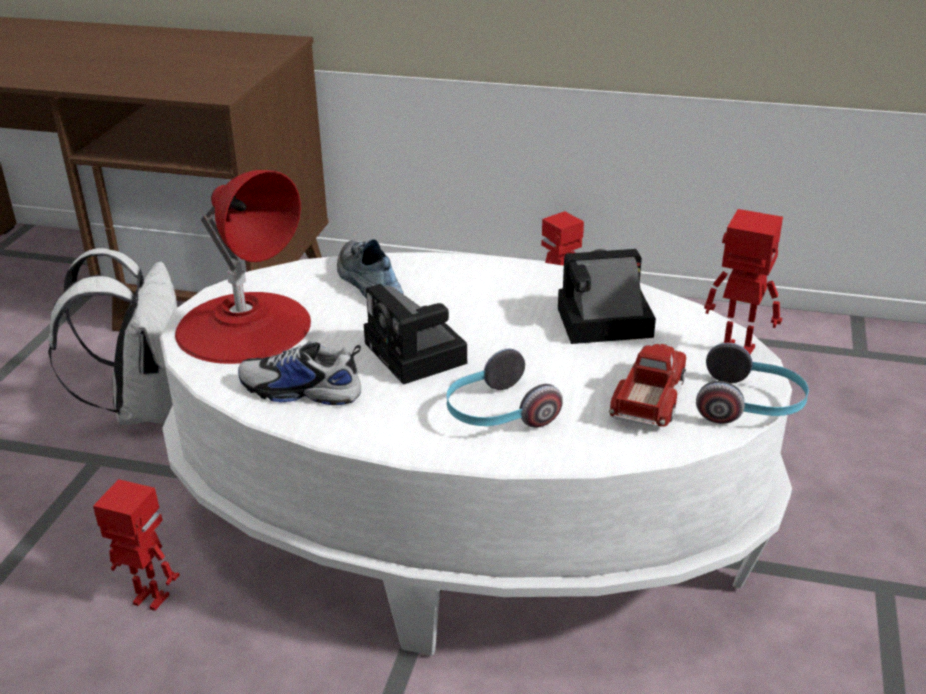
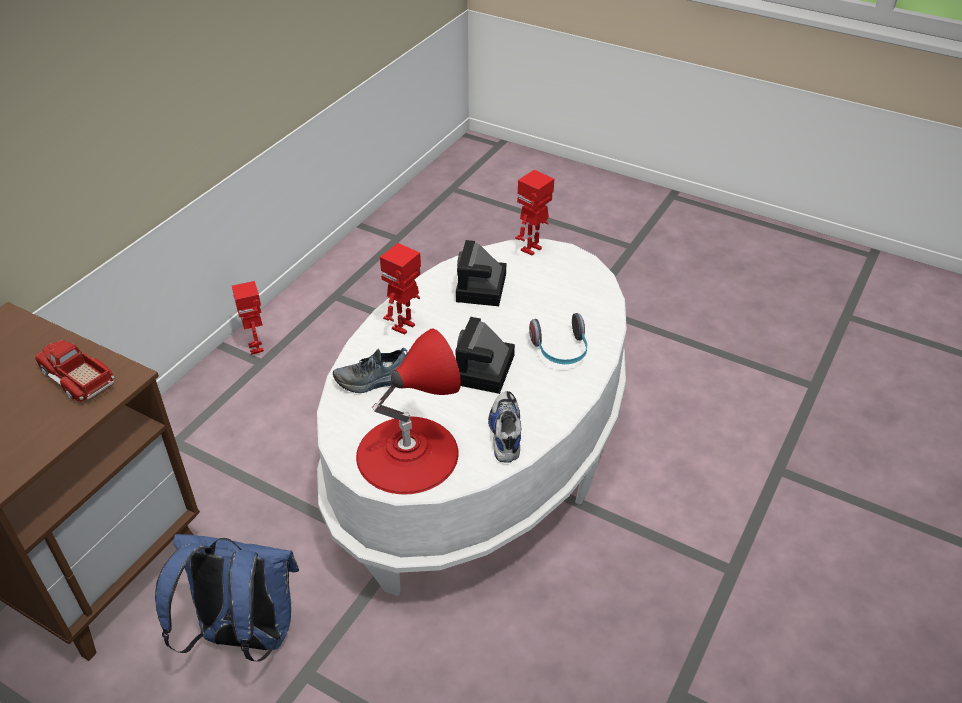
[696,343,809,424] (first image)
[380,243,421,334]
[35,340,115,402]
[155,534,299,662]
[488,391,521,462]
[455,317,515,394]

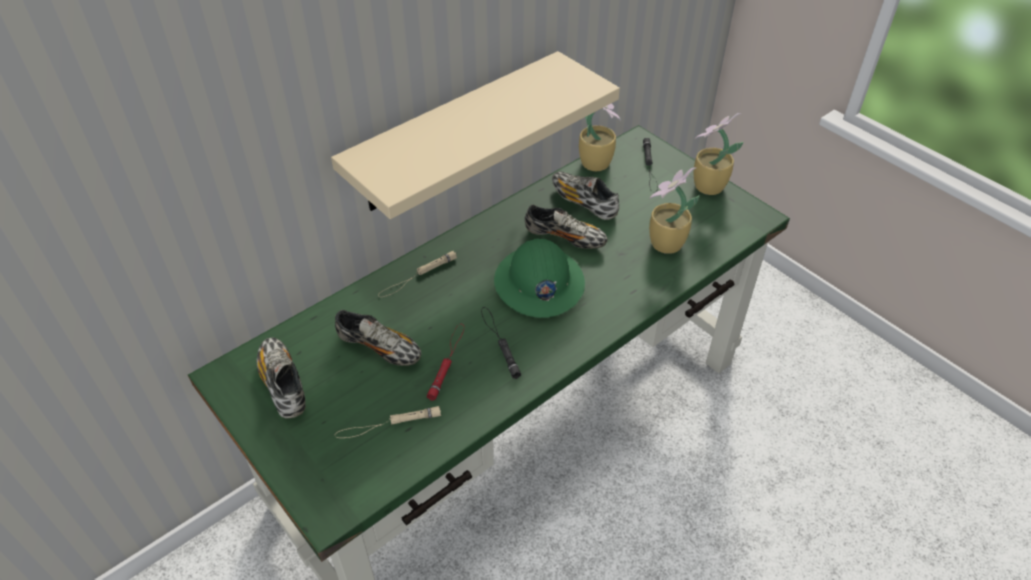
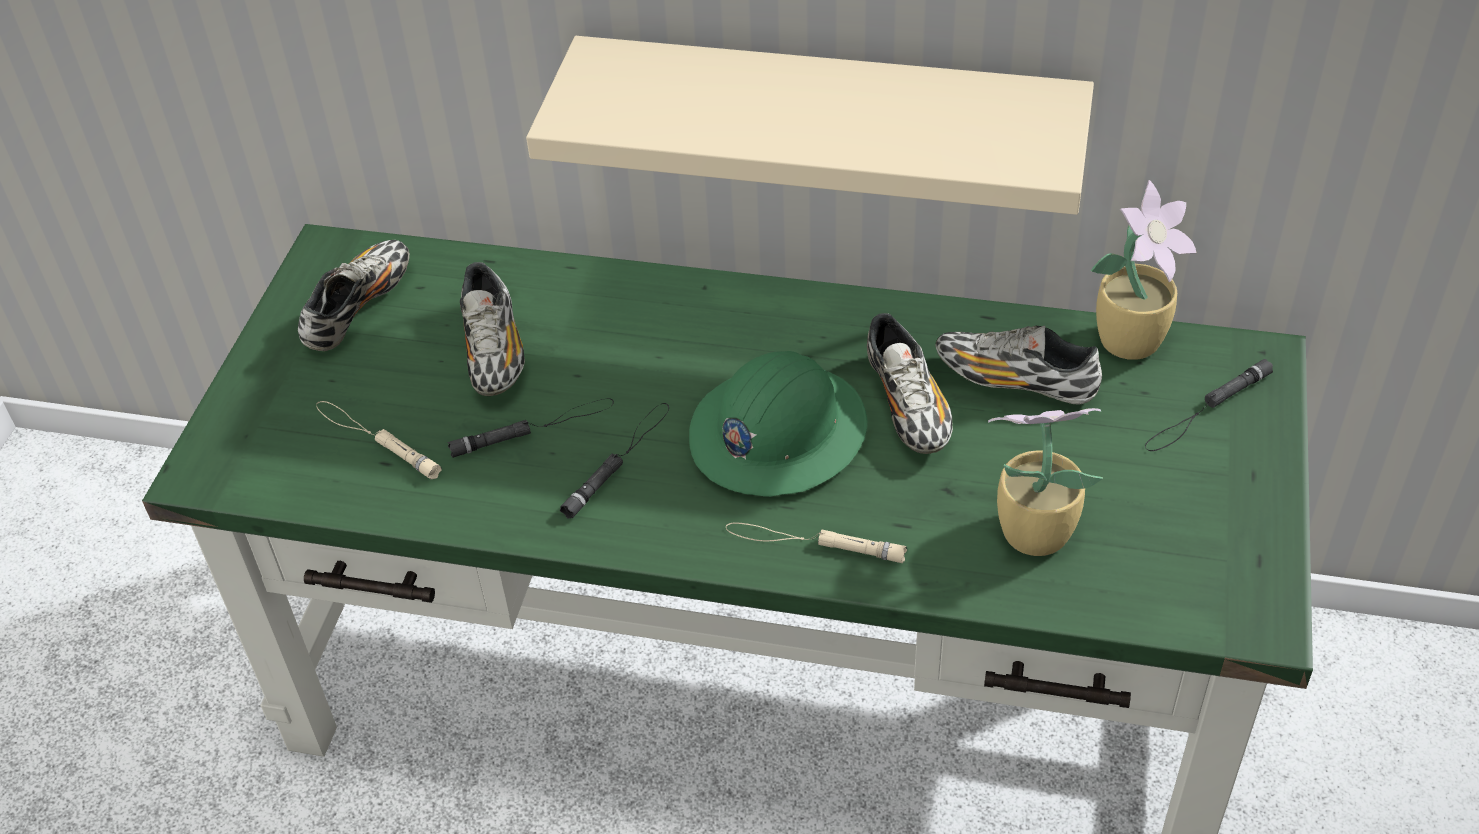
[694,113,744,195] (first image)
[726,522,907,563]
[447,399,614,458]
[935,326,1102,405]

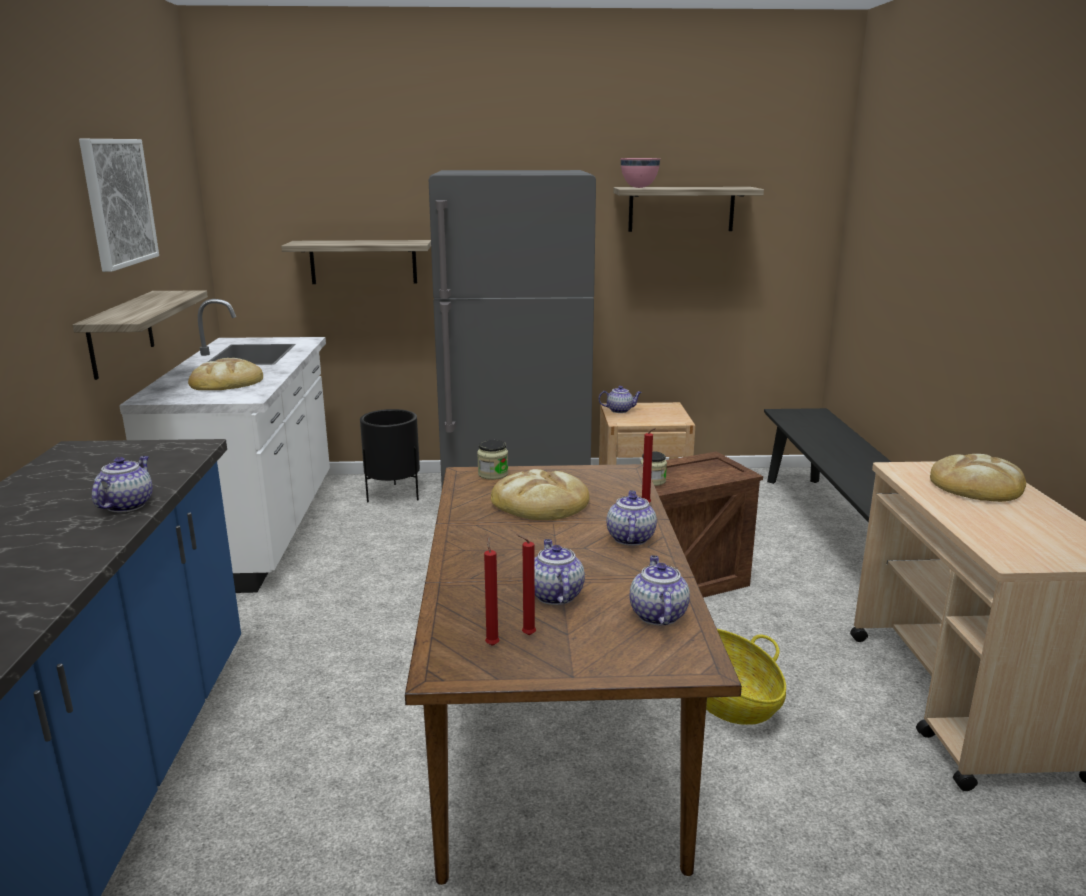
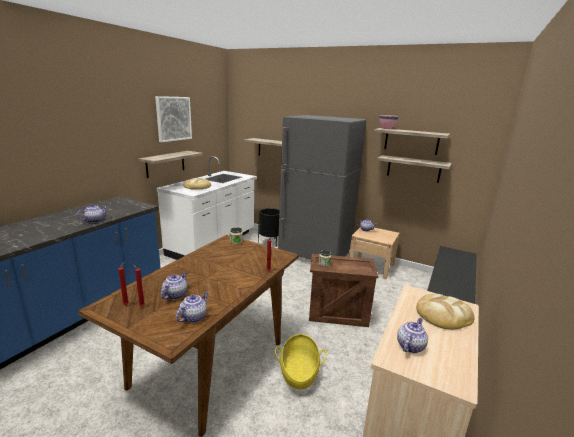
[491,469,589,520] (first image)
[377,155,452,183]
[397,318,428,353]

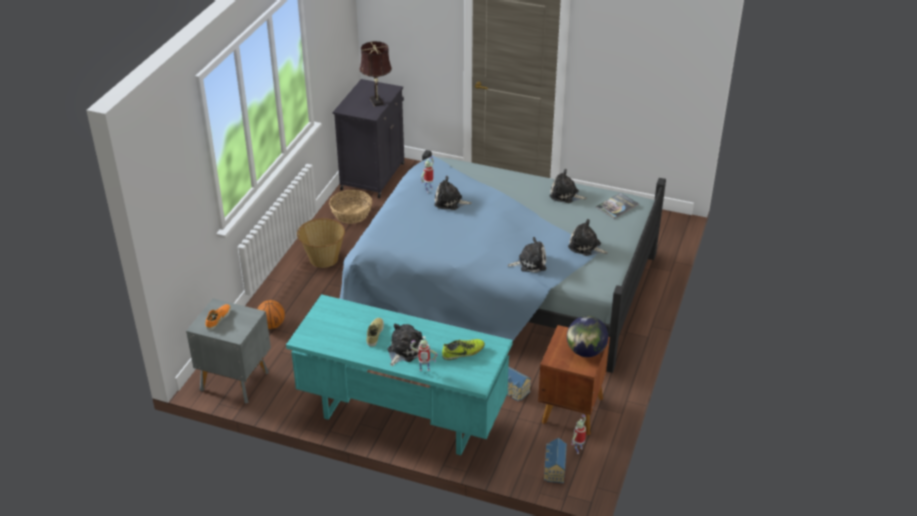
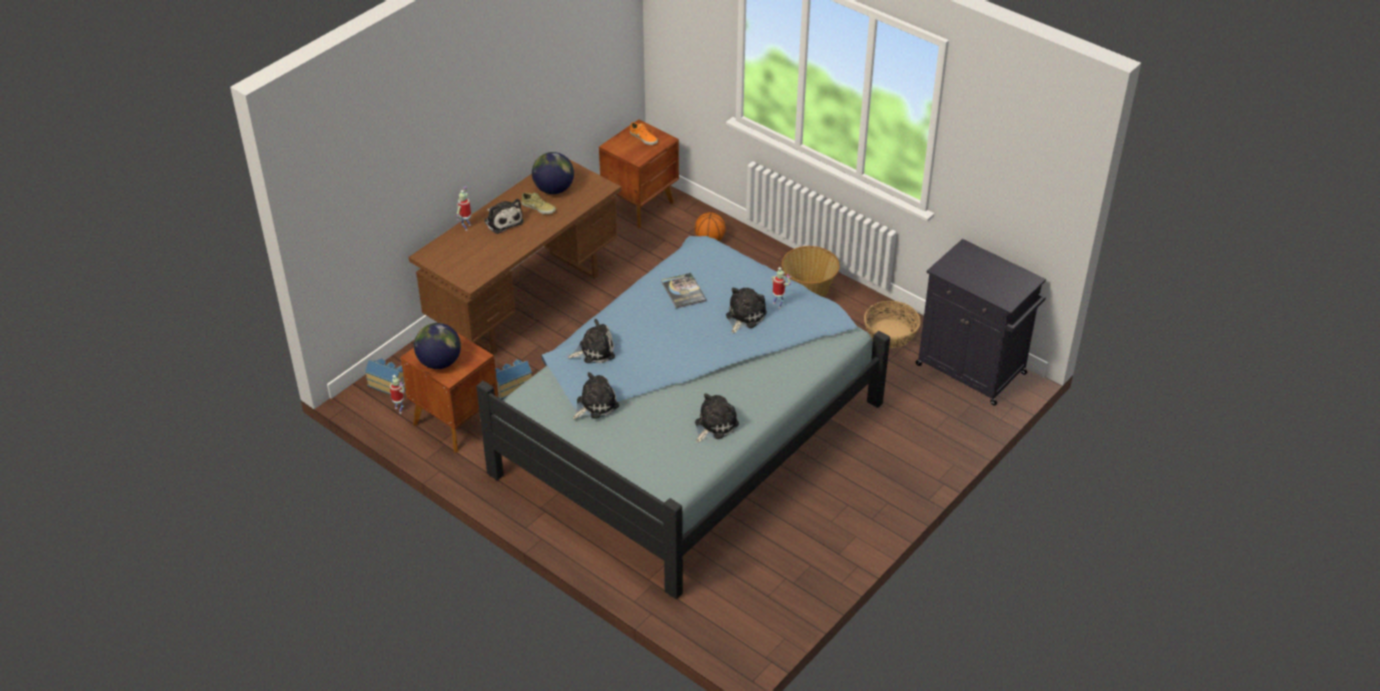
[360,41,392,107] (first image)
[442,339,485,360] (first image)
[532,152,574,194]
[661,273,707,309]
[599,119,679,228]
[409,159,621,355]
[567,319,615,363]

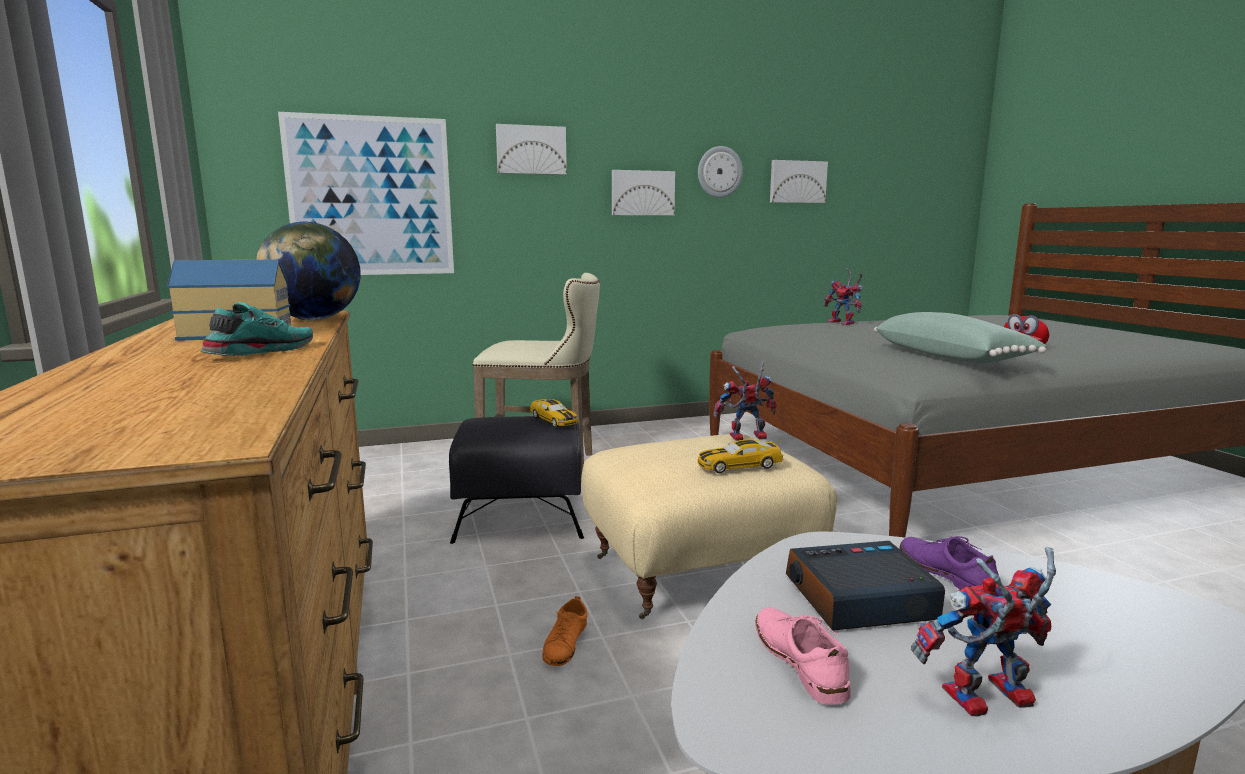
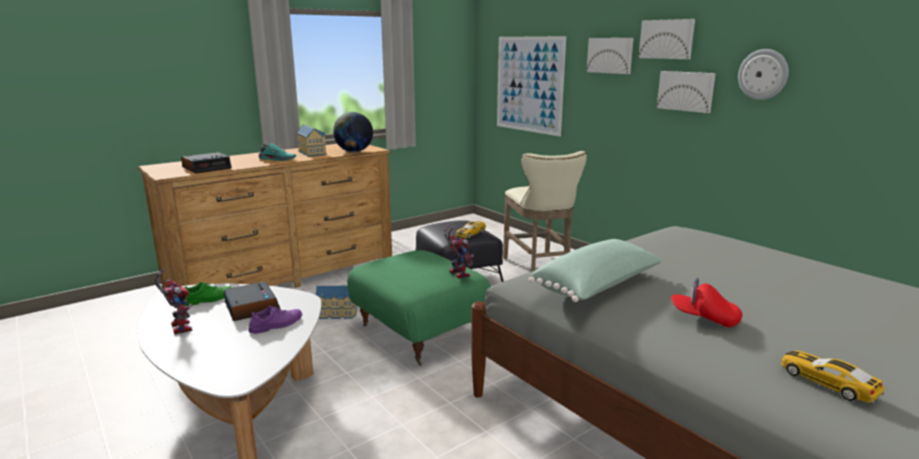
[823,268,863,325] (first image)
[181,152,232,174]
[781,351,885,403]
[639,19,695,59]
[316,286,358,319]
[347,250,491,366]
[184,282,232,306]

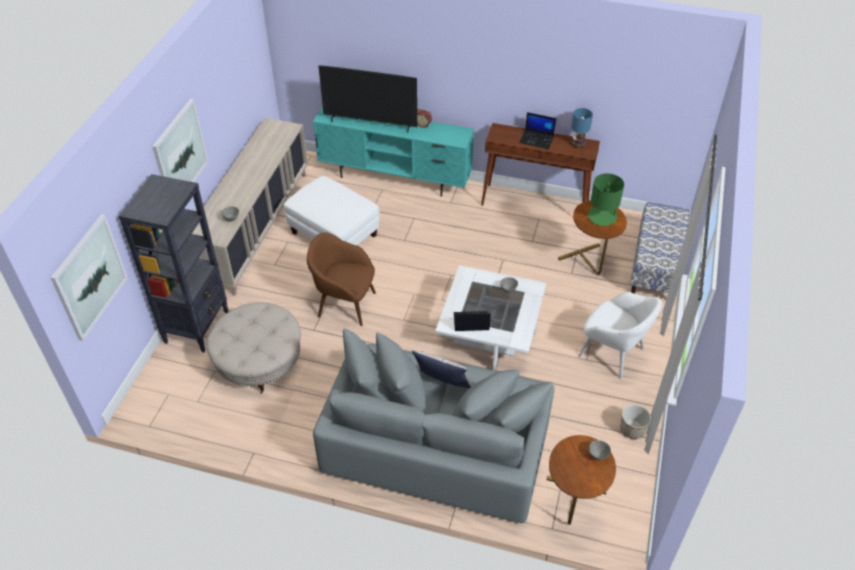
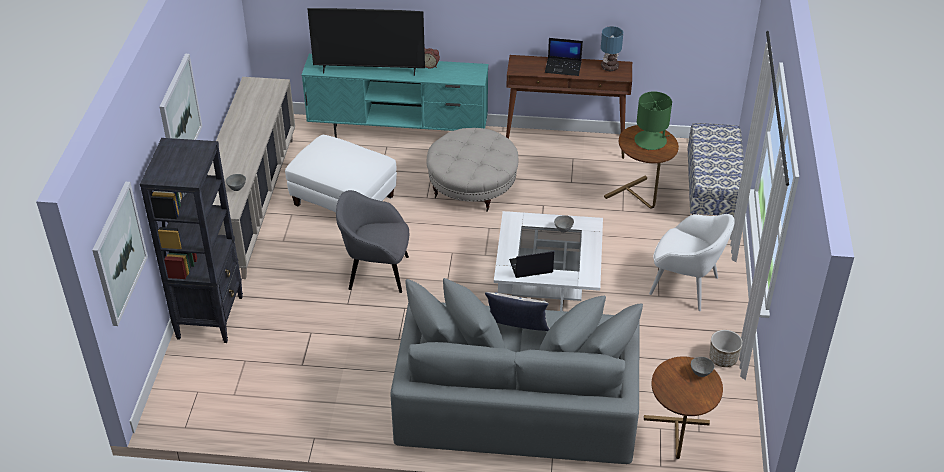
[427,128,518,212]
[336,190,409,293]

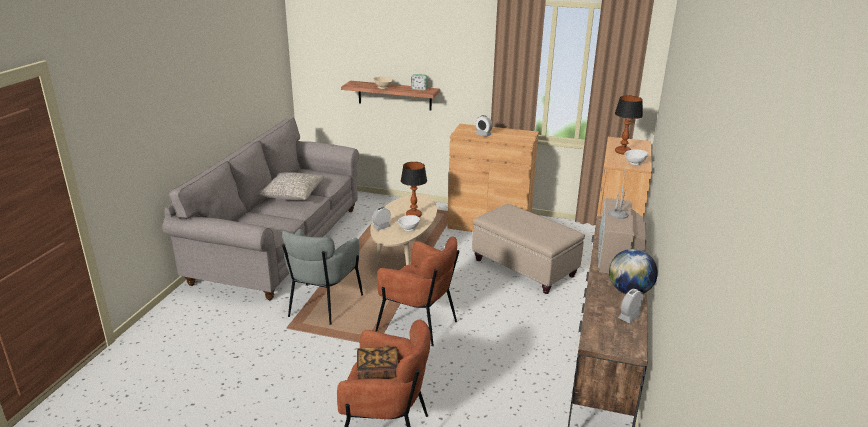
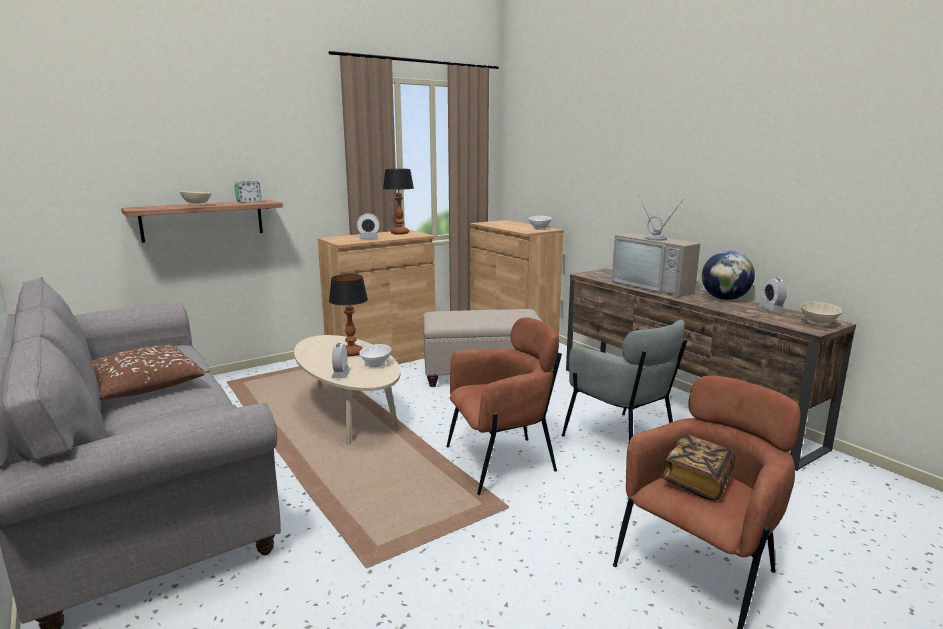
[801,302,842,327]
[562,320,688,441]
[383,169,414,235]
[90,345,205,400]

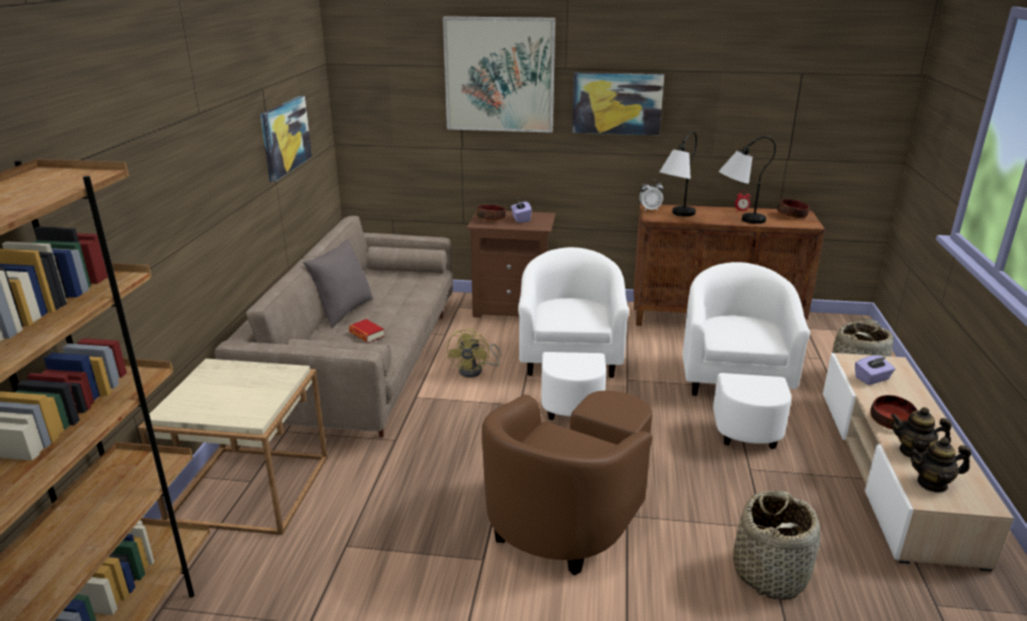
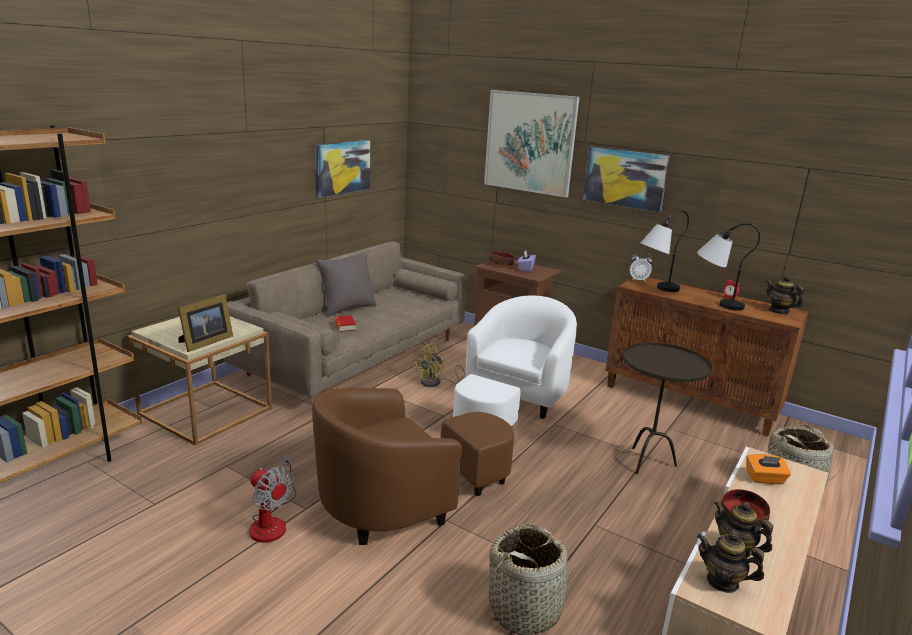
[178,294,233,352]
[249,453,296,543]
[623,343,713,474]
[766,276,804,314]
[746,454,791,484]

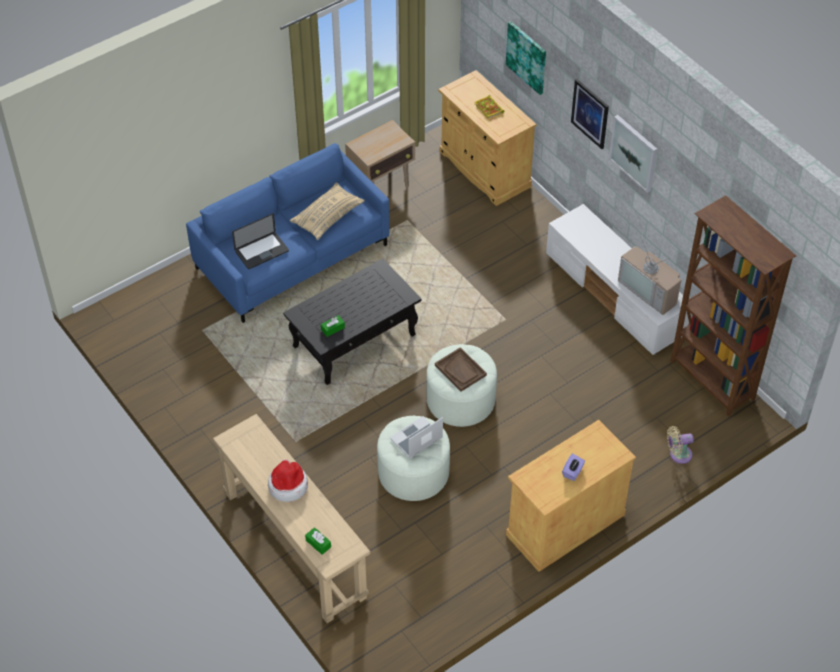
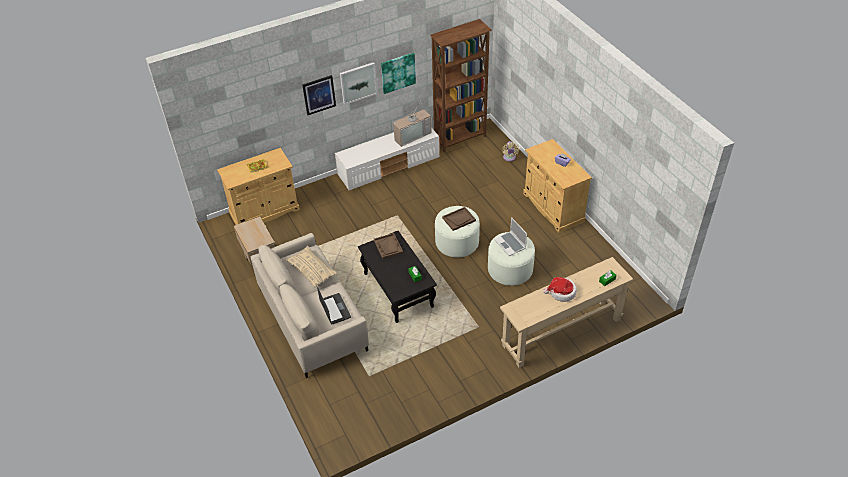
[374,233,403,259]
[381,53,416,94]
[251,233,369,378]

